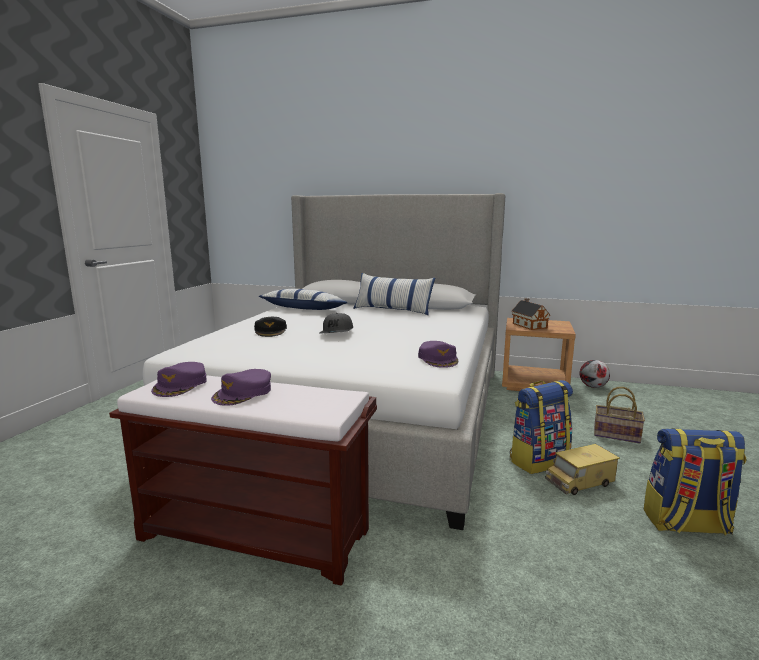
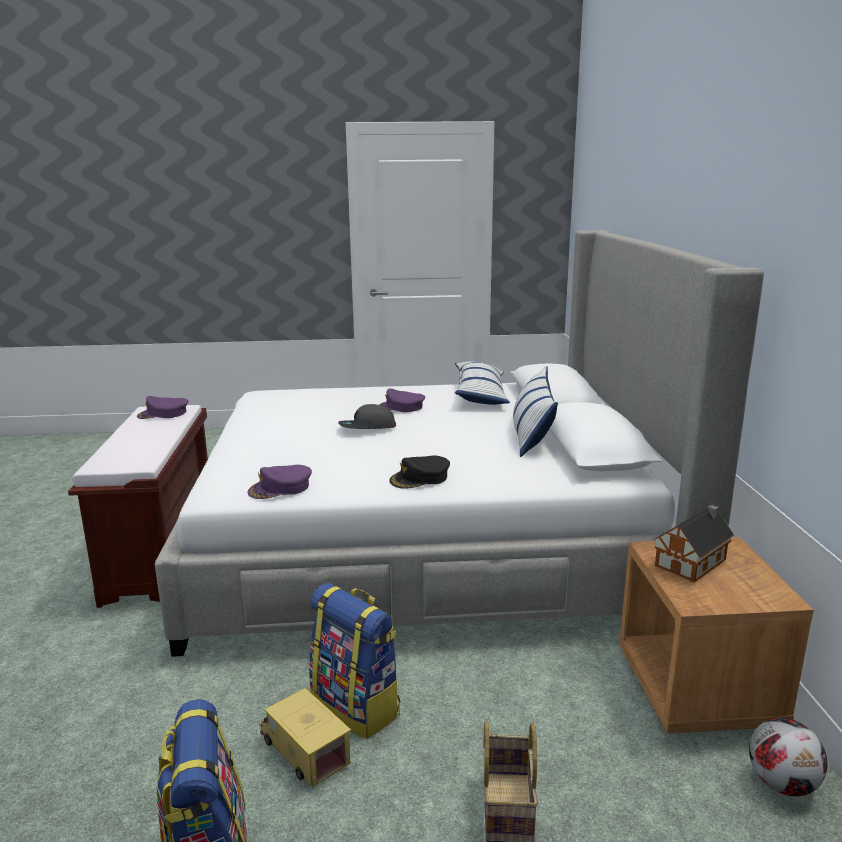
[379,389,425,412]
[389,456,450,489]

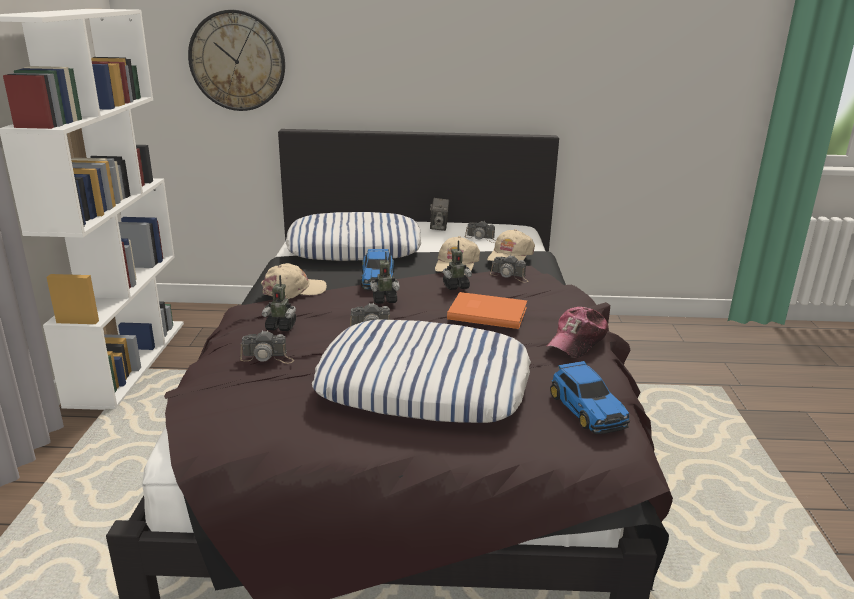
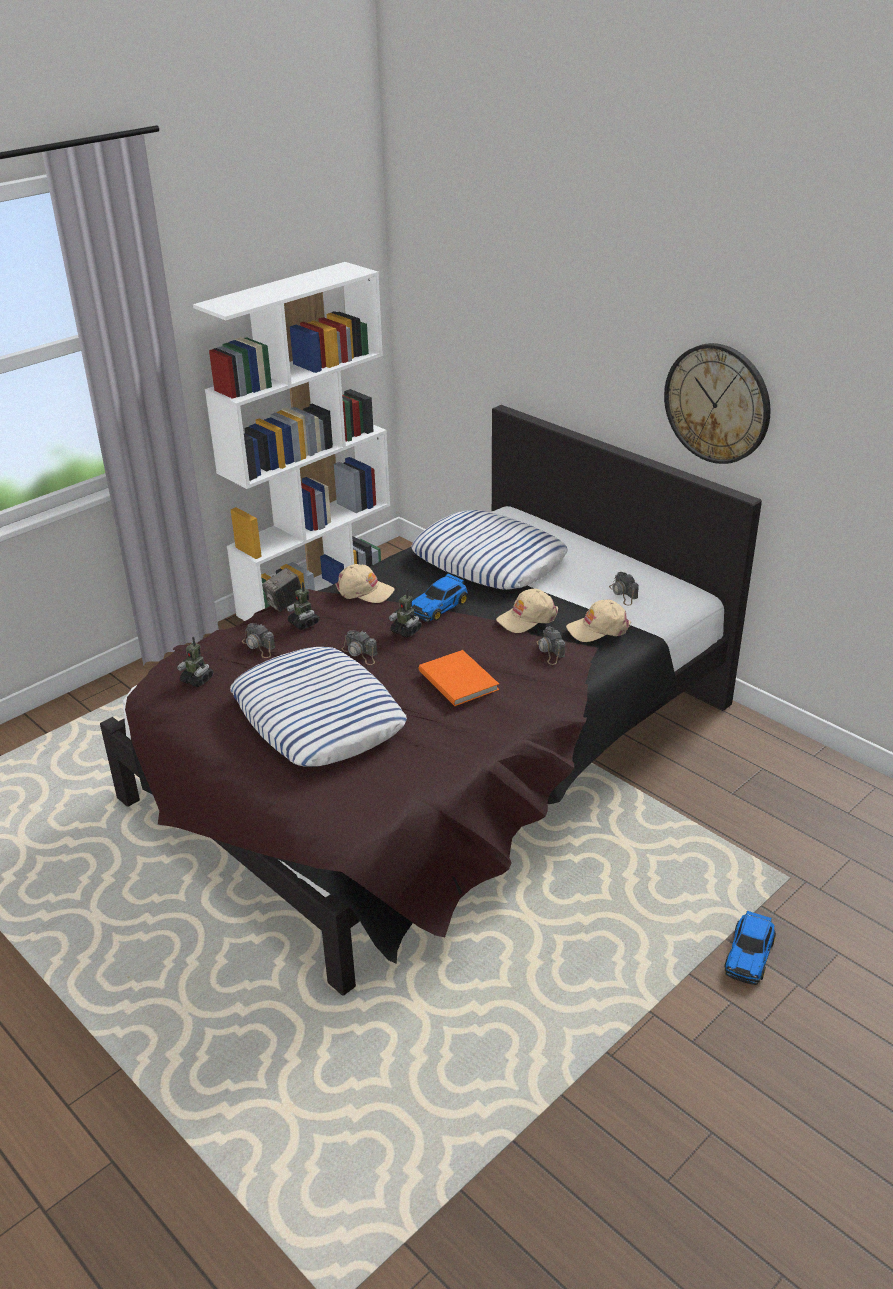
[546,307,608,358] (first image)
[664,343,770,464]
[262,568,302,612]
[177,636,213,687]
[724,911,776,985]

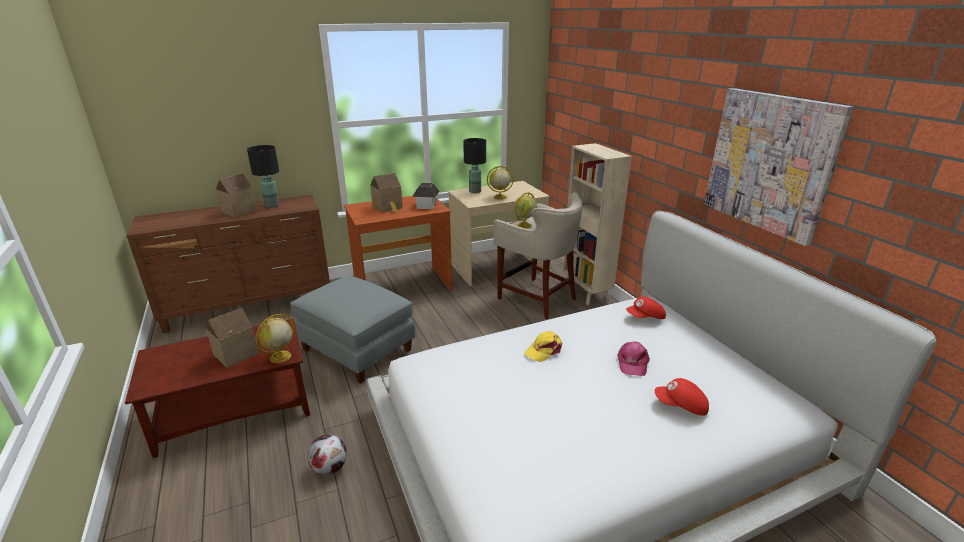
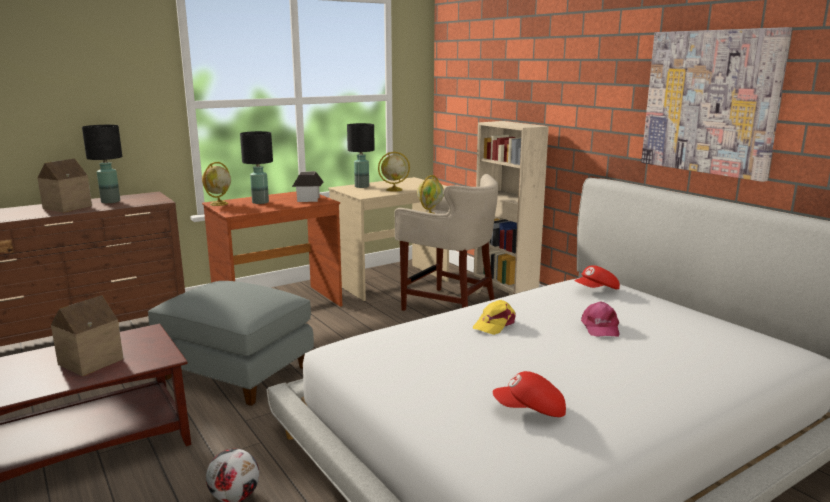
[202,162,231,206]
[493,371,566,417]
[240,131,273,204]

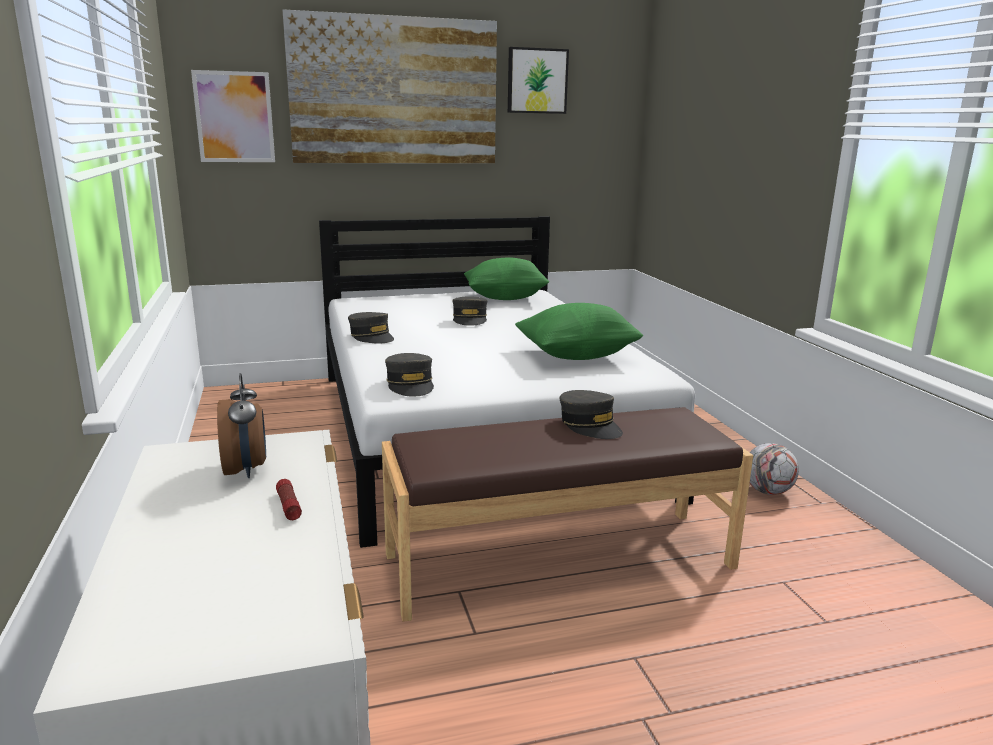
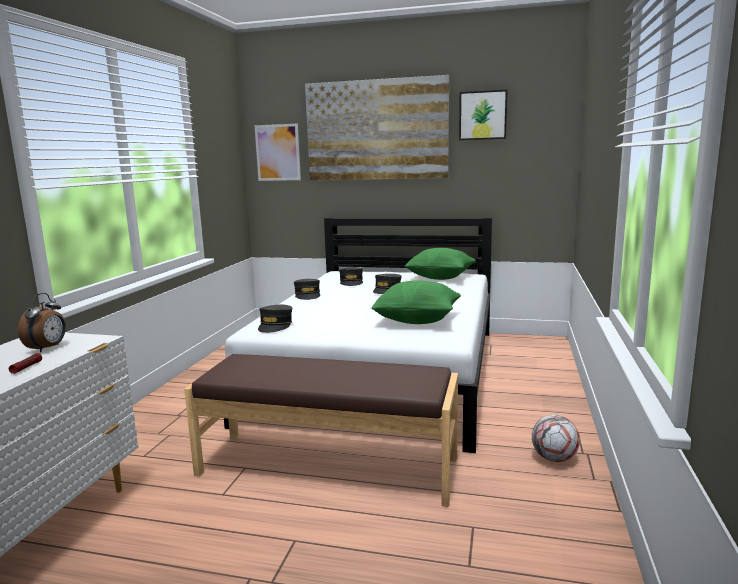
[339,267,363,286]

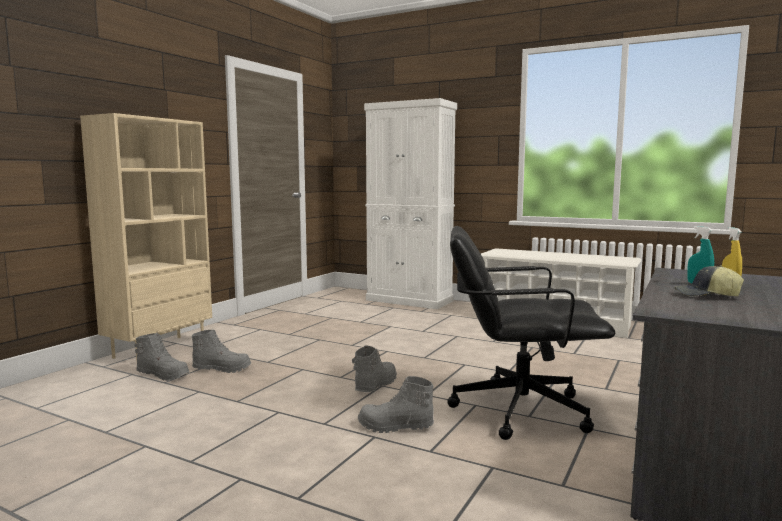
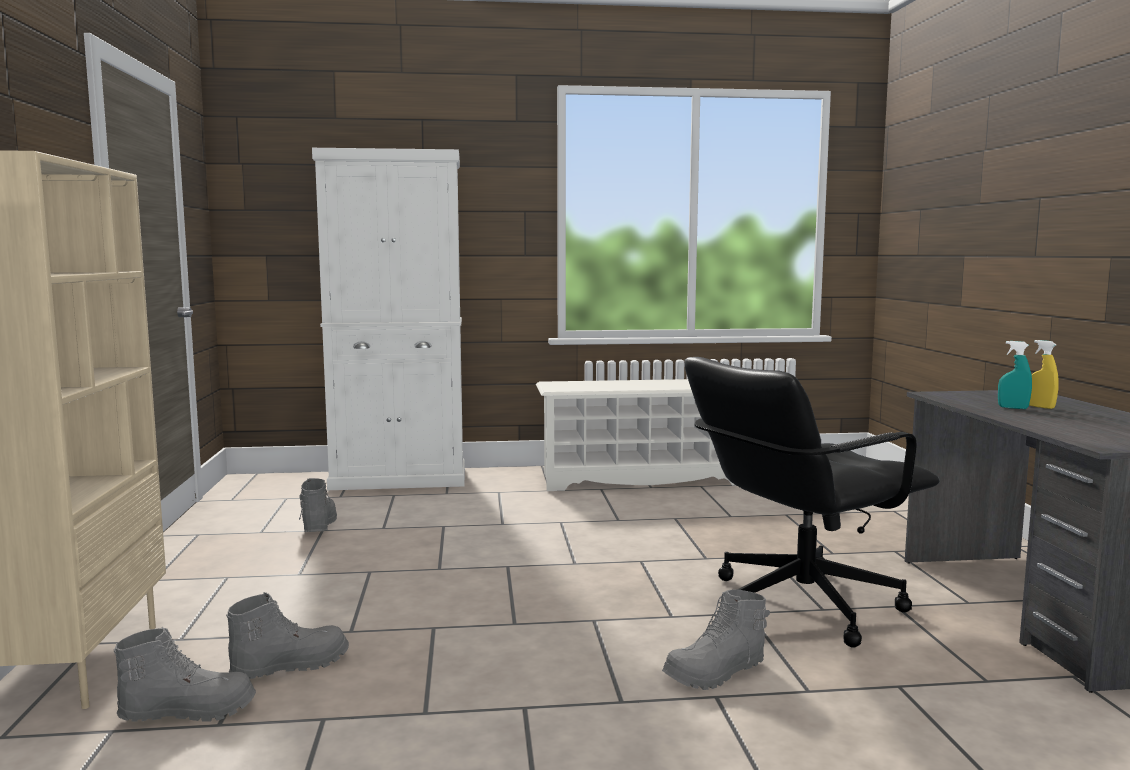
[674,265,744,296] (first image)
[299,478,337,532]

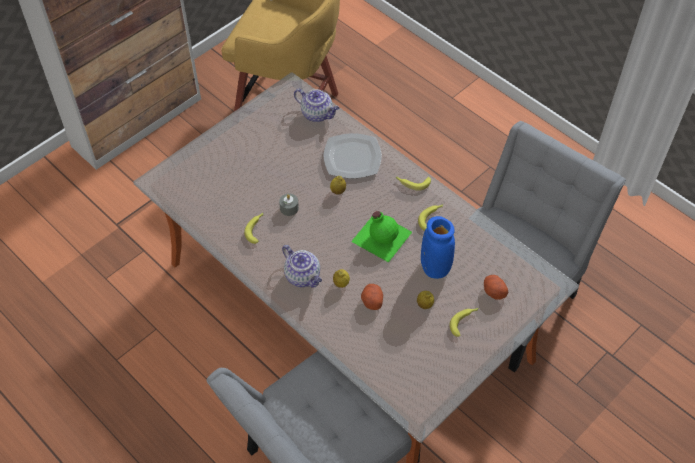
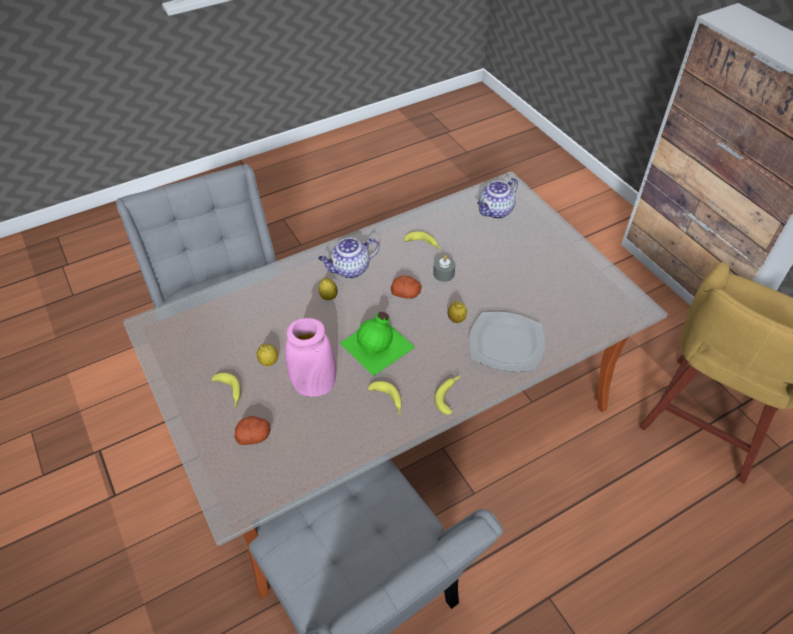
[477,178,518,219]
[391,276,422,299]
[285,318,336,397]

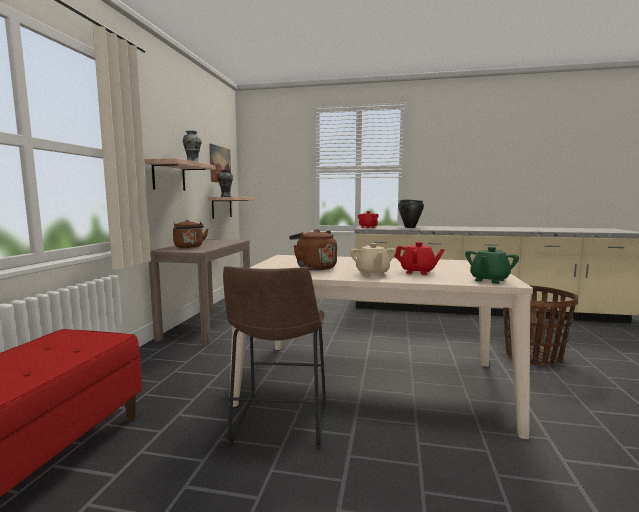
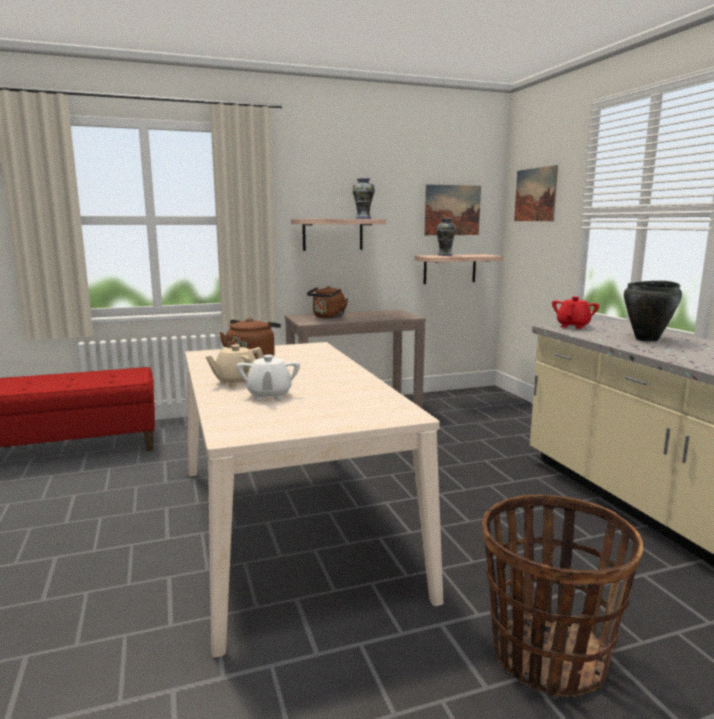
[223,266,326,450] (first image)
[465,247,519,284] (first image)
[514,165,558,221]
[237,355,300,400]

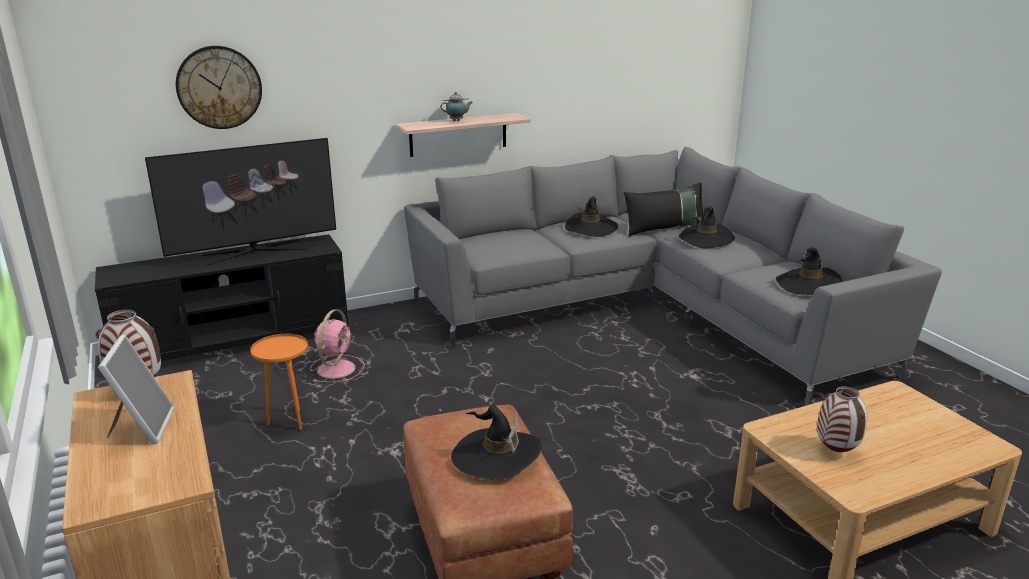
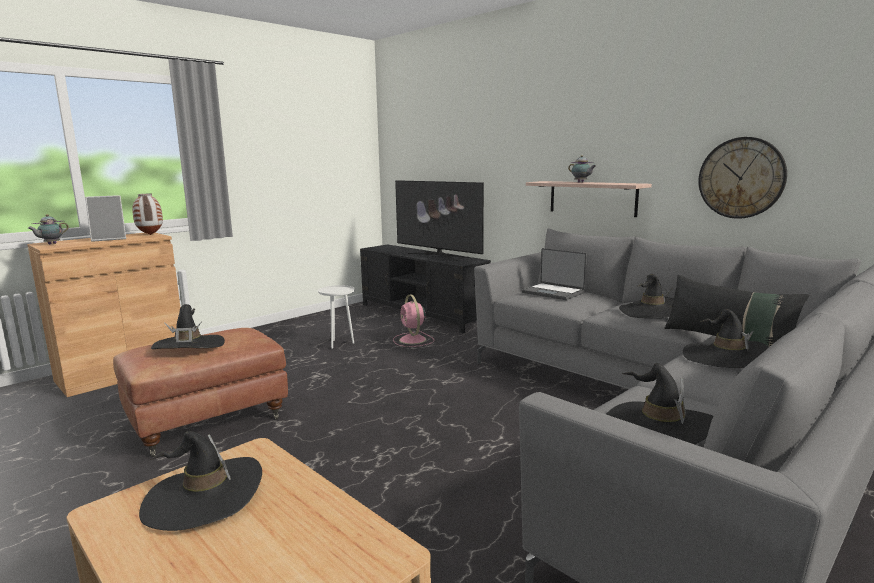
[28,214,69,244]
[521,248,587,300]
[698,137,787,219]
[139,431,262,531]
[318,285,355,349]
[393,295,434,347]

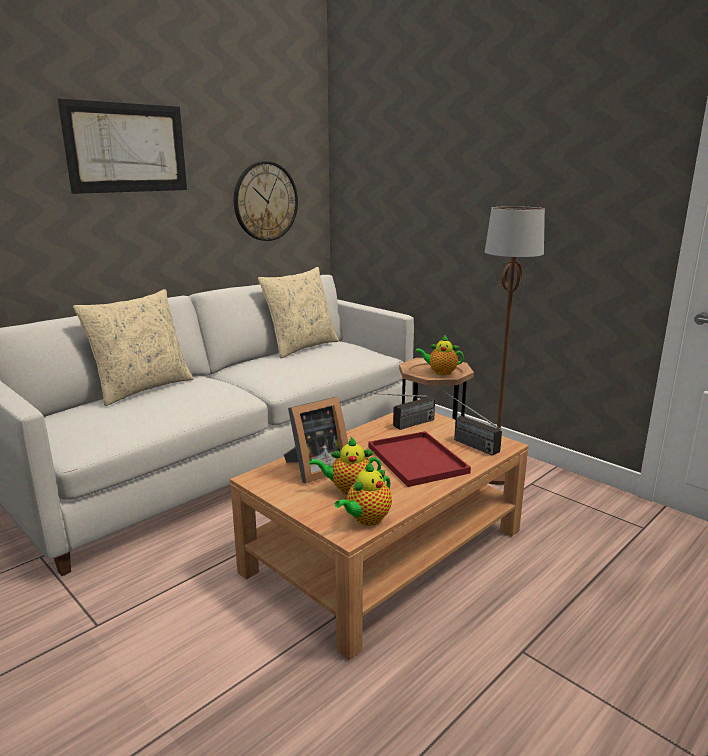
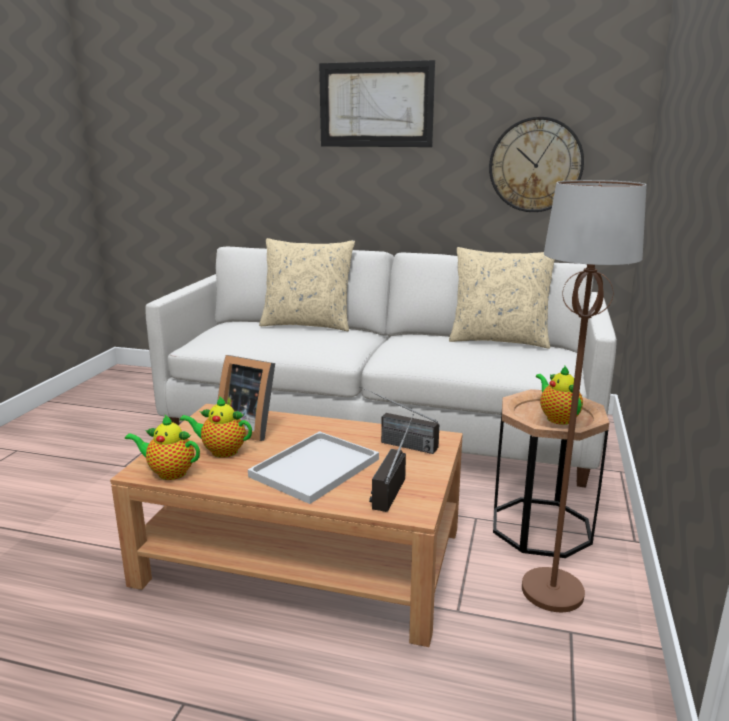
[248,431,379,504]
[180,396,252,458]

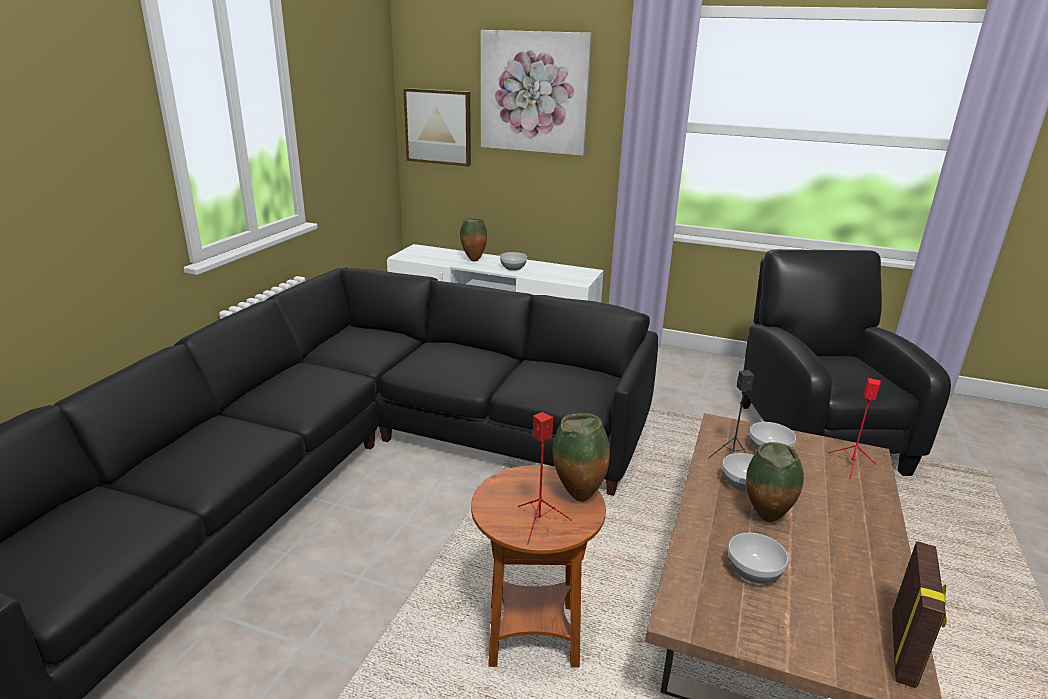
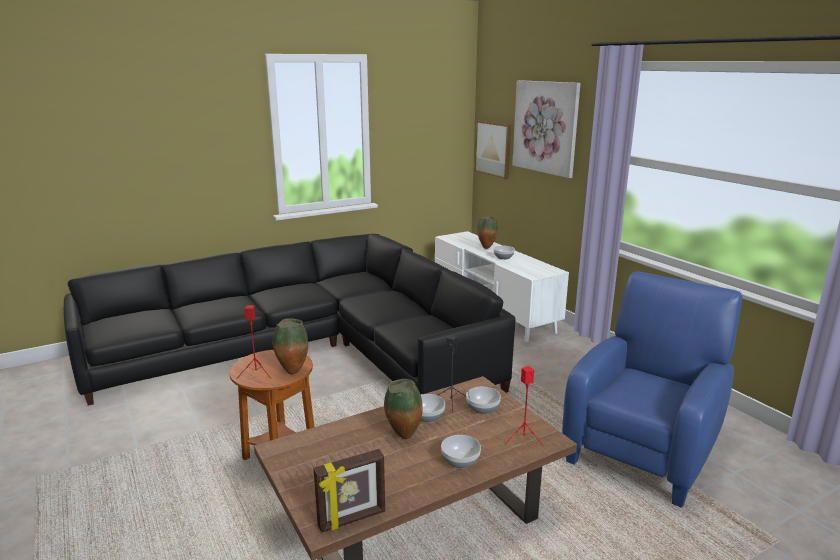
[441,435,481,469]
[562,271,742,508]

